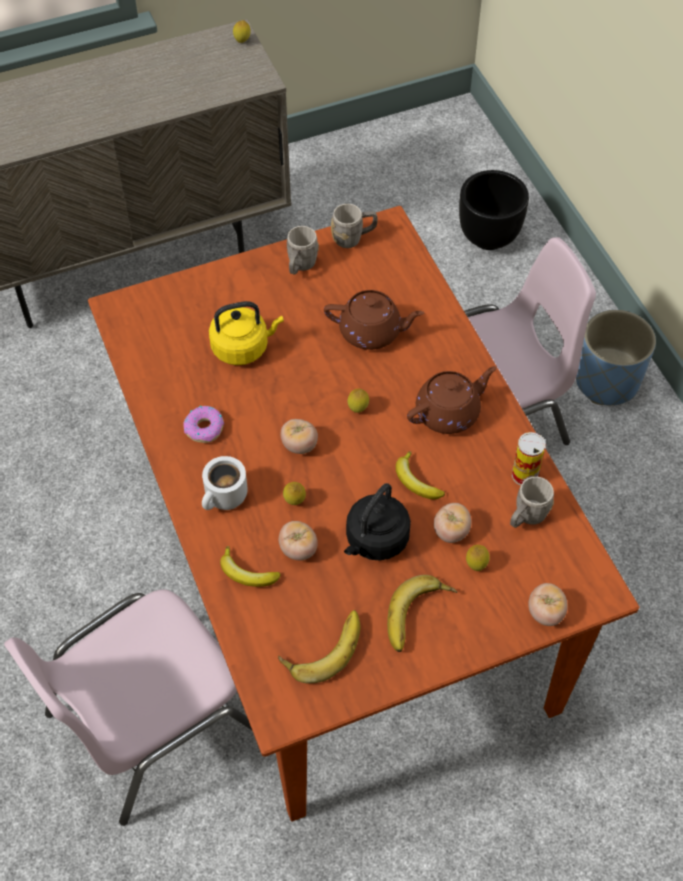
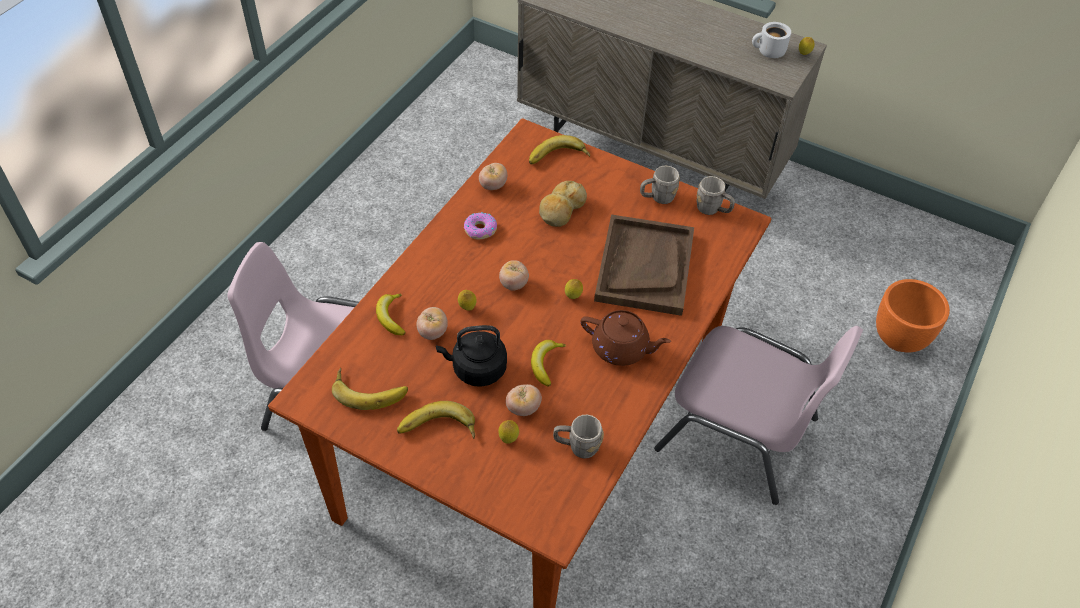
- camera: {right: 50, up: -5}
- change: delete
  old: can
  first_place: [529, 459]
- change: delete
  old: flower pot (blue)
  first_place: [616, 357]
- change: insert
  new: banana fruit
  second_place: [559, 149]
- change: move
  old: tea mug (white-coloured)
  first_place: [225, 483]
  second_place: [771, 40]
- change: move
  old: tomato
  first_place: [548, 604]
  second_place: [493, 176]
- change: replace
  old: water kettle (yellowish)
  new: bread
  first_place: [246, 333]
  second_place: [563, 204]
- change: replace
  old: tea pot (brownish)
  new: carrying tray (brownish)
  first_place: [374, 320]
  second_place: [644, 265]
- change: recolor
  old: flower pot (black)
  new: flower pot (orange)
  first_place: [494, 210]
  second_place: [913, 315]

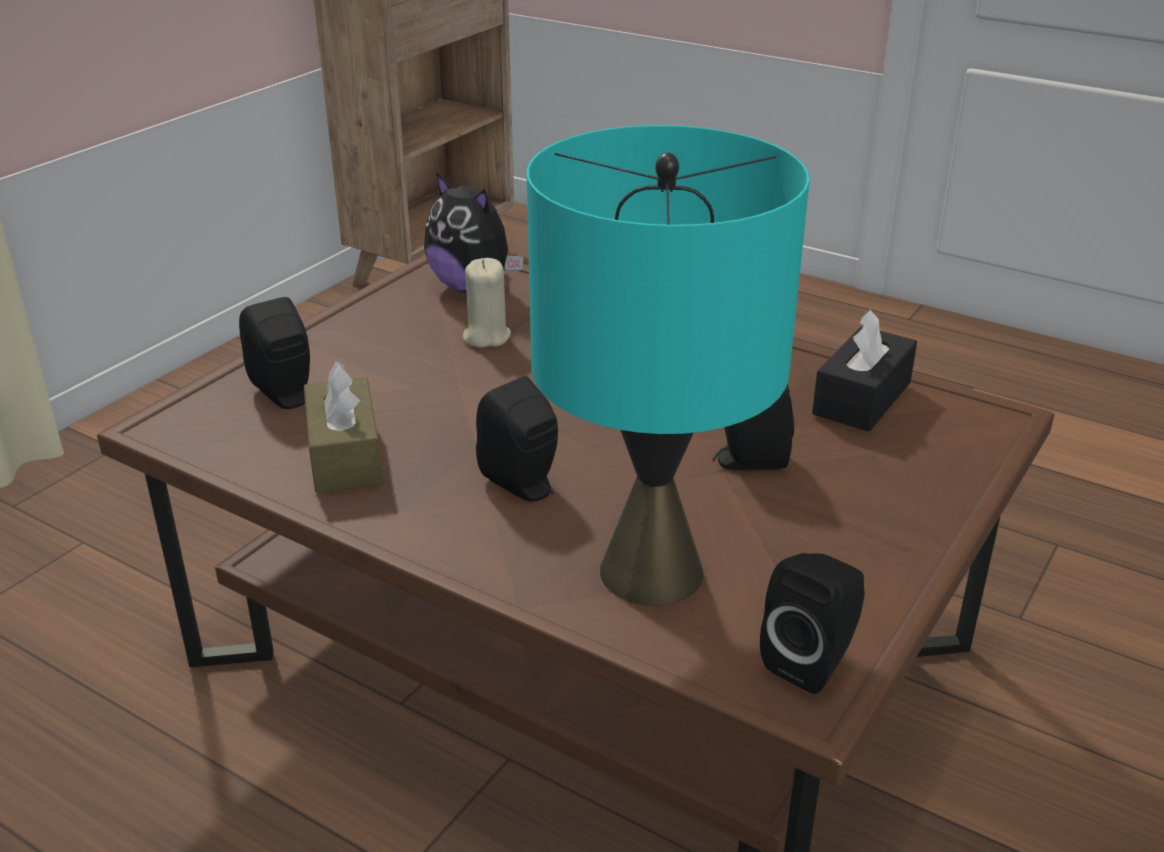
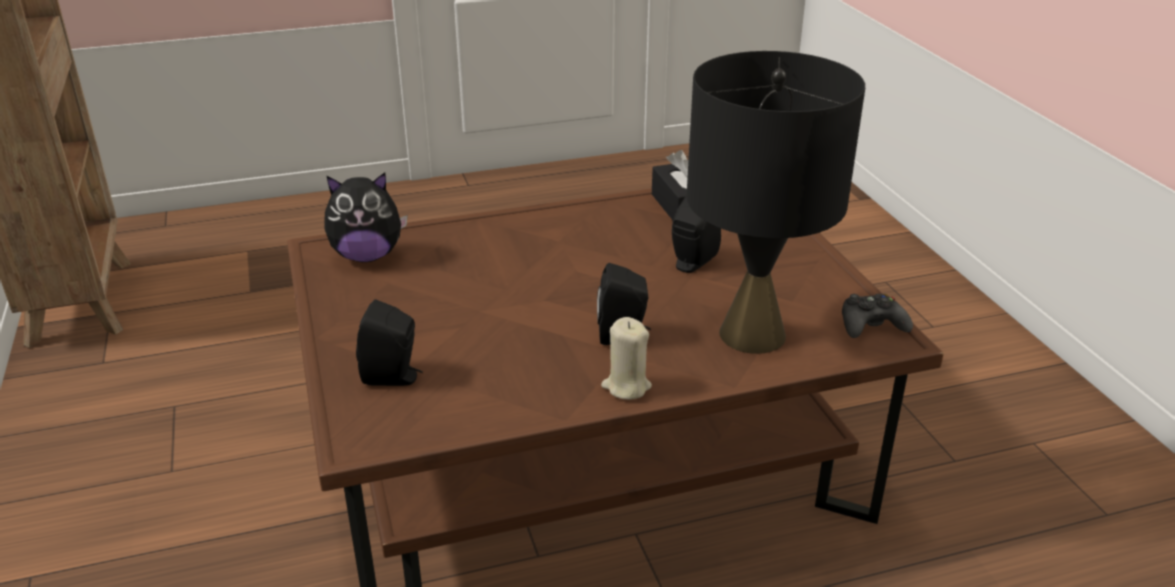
- camera: {right: -50, up: 0}
- change: delete
  old: tissue holder (brownish)
  first_place: [343, 427]
- change: move
  old: wax light (sand-coloured)
  first_place: [487, 302]
  second_place: [626, 358]
- change: replace
  old: speaker (black)
  new: joypad (black)
  first_place: [812, 623]
  second_place: [877, 316]
- change: recolor
  old: table lamp (turquoise-coloured)
  new: table lamp (black)
  first_place: [668, 365]
  second_place: [776, 202]

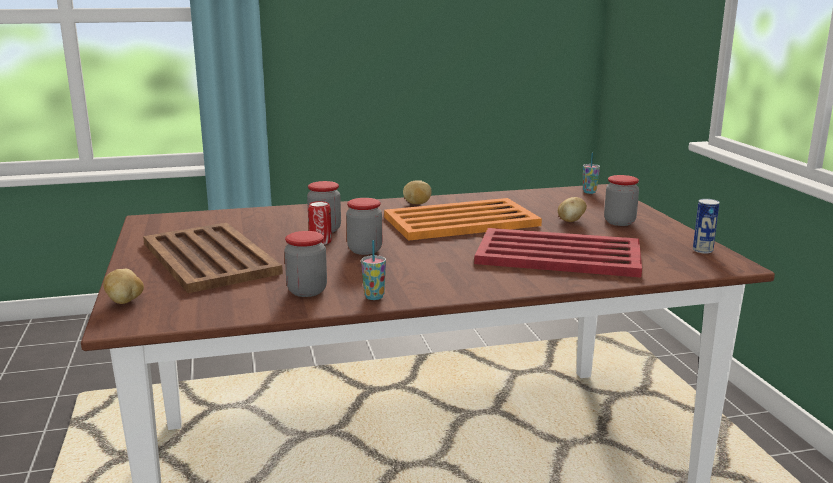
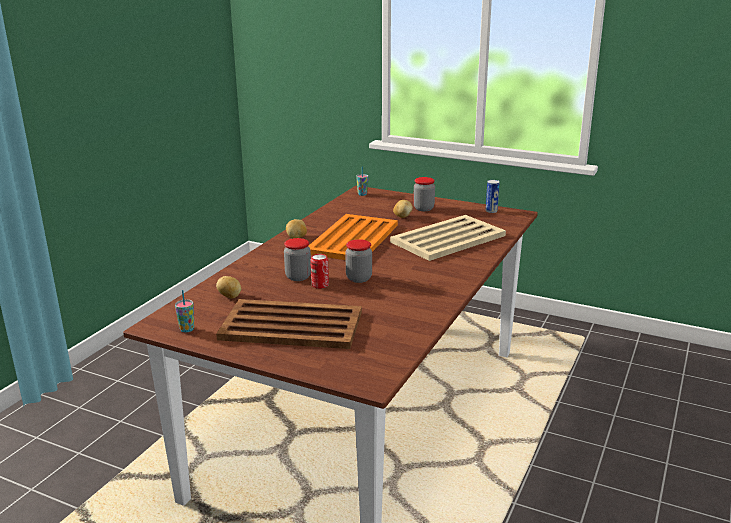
- camera: {right: -50, up: 5}
- change: delete
  old: jar
  first_place: [305, 264]
- change: move
  old: spud
  first_place: [123, 286]
  second_place: [228, 287]
- change: move
  old: cup
  first_place: [373, 270]
  second_place: [184, 311]
- change: recolor
  old: carrying tray (reddish)
  new: carrying tray (sand-coloured)
  first_place: [558, 253]
  second_place: [448, 238]

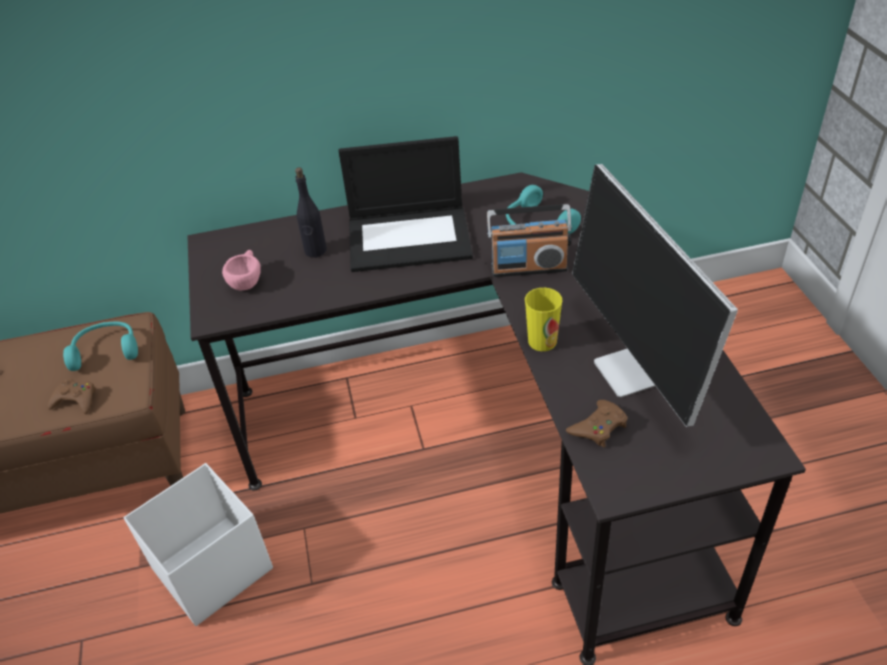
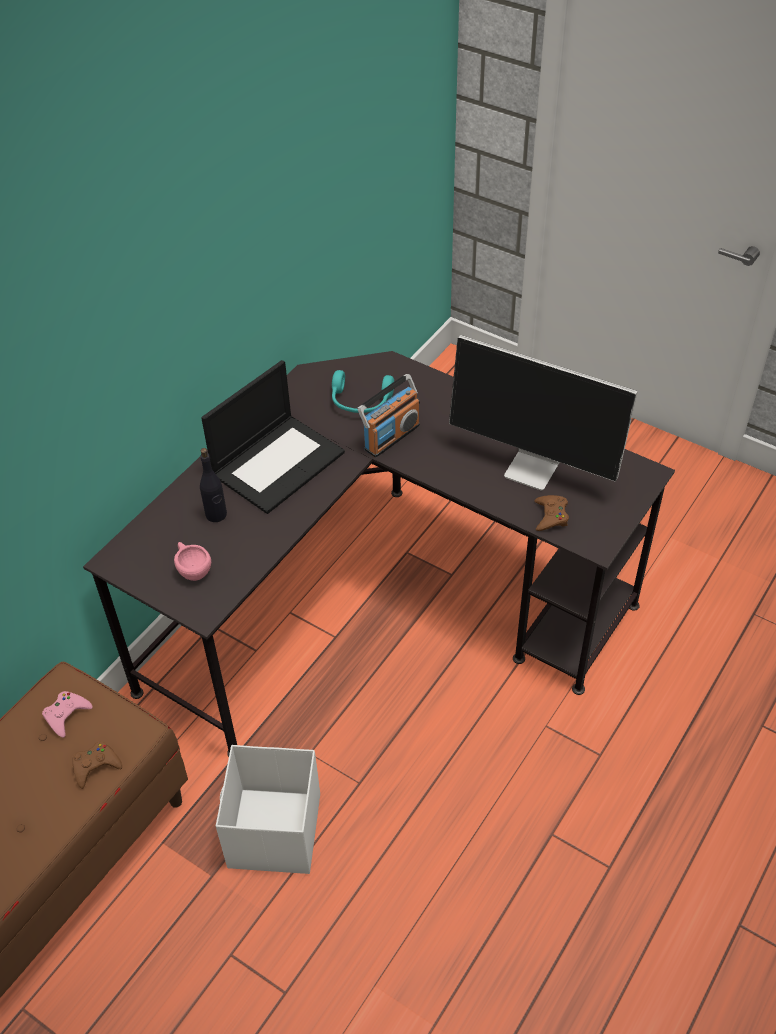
- camera: {right: -45, up: 5}
- change: delete
  old: cup
  first_place: [543, 319]
- change: replace
  old: headphones (turquoise-coloured)
  new: joypad (pink)
  first_place: [100, 346]
  second_place: [67, 714]

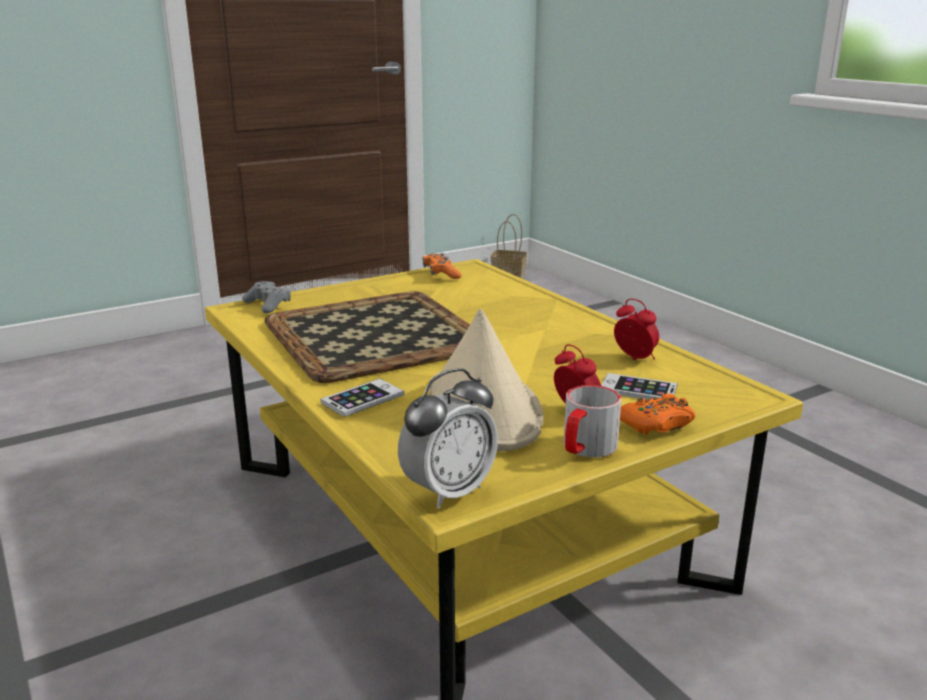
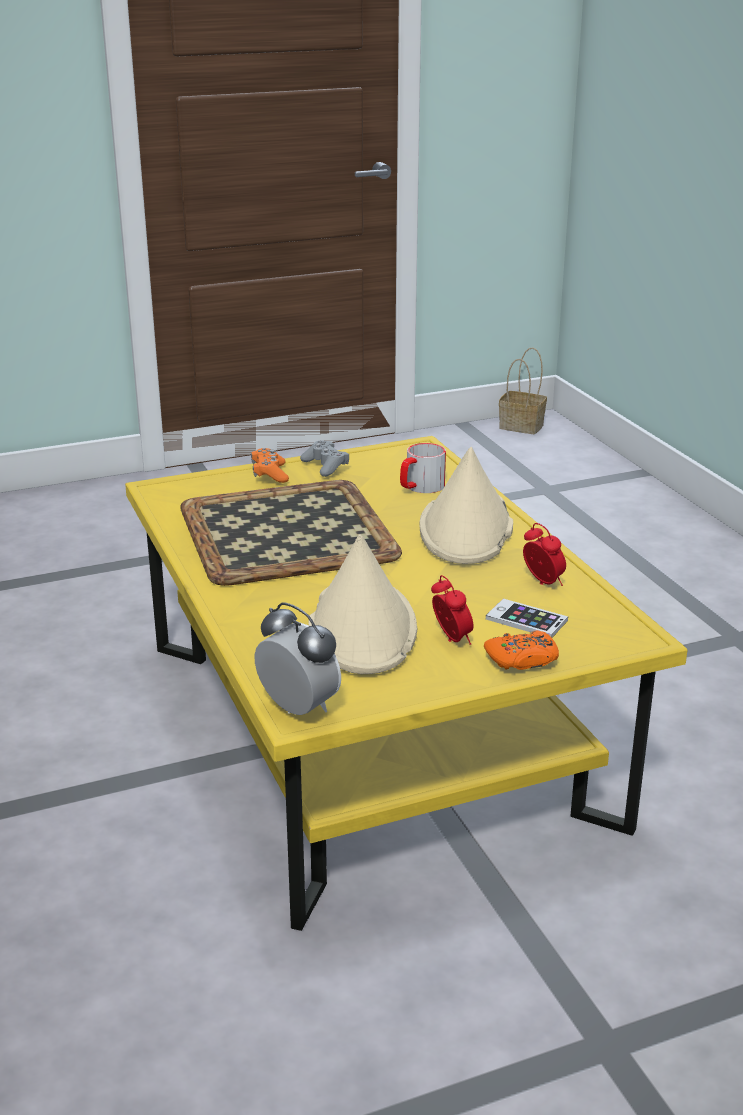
- camera: {right: 10, up: 5}
- change: delete
  old: telephone
  first_place: [362, 397]
- change: insert
  new: clothing hat (sand-coloured)
  second_place: [466, 505]
- change: move
  old: joypad (gray)
  first_place: [266, 297]
  second_place: [324, 459]
- change: move
  old: joypad (orange)
  first_place: [441, 266]
  second_place: [270, 465]
- change: move
  old: tea mug
  first_place: [592, 421]
  second_place: [423, 468]
- change: rotate
  old: bedside clock
  first_place: [448, 438]
  second_place: [298, 658]
  degrees: -105

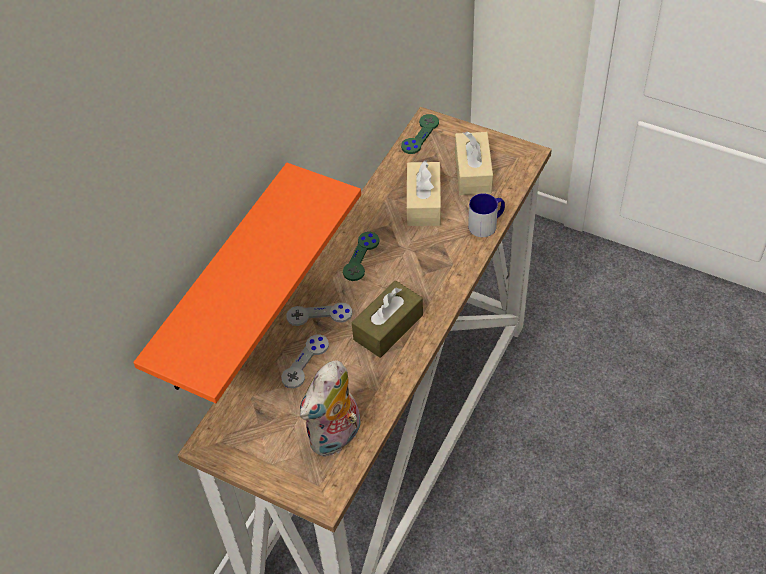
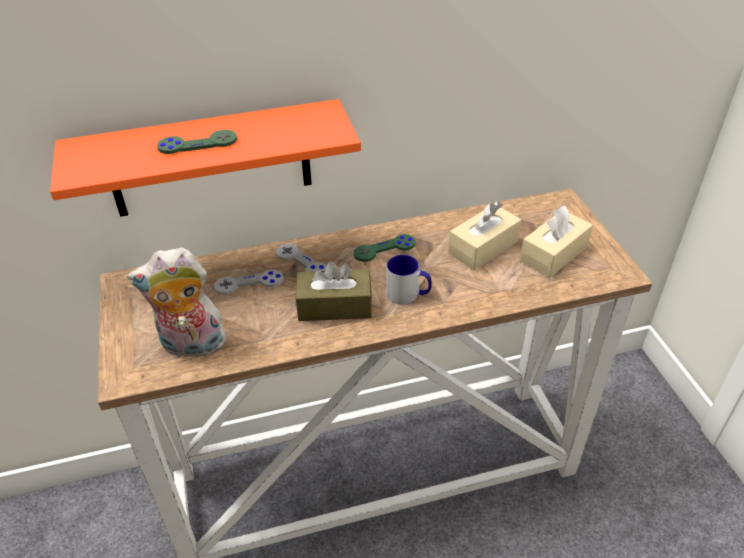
- camera: {right: 45, up: -10}
- change: move
  old: joypad (green)
  first_place: [420, 134]
  second_place: [197, 142]
- change: move
  old: tea mug
  first_place: [486, 215]
  second_place: [409, 280]

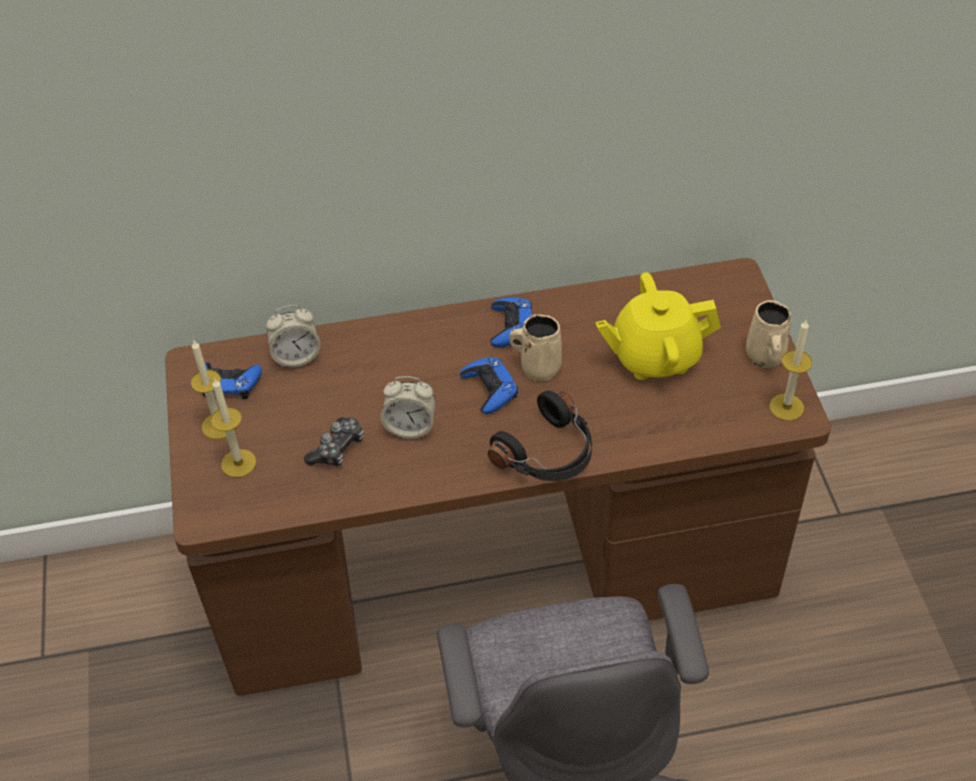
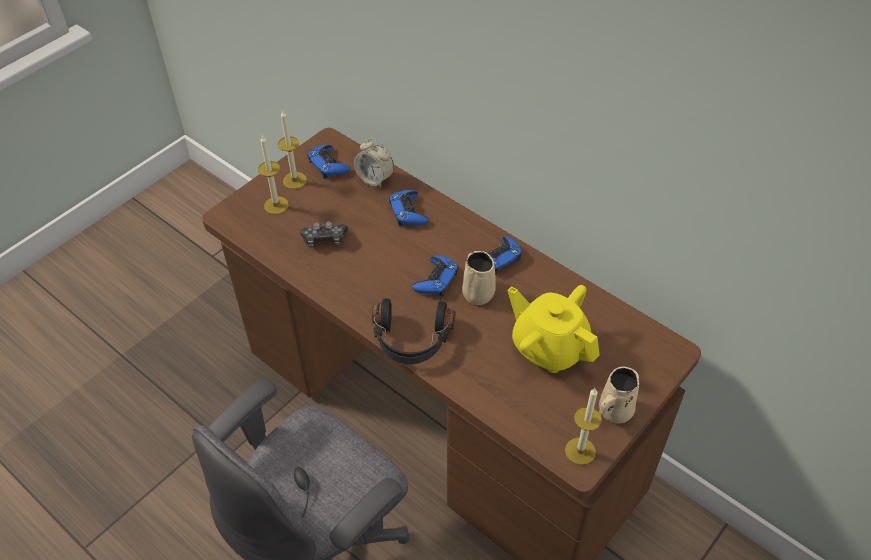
- camera: {right: 50, up: 0}
- change: delete
  old: bedside clock
  first_place: [408, 407]
- change: insert
  new: joypad (blue)
  second_place: [409, 208]

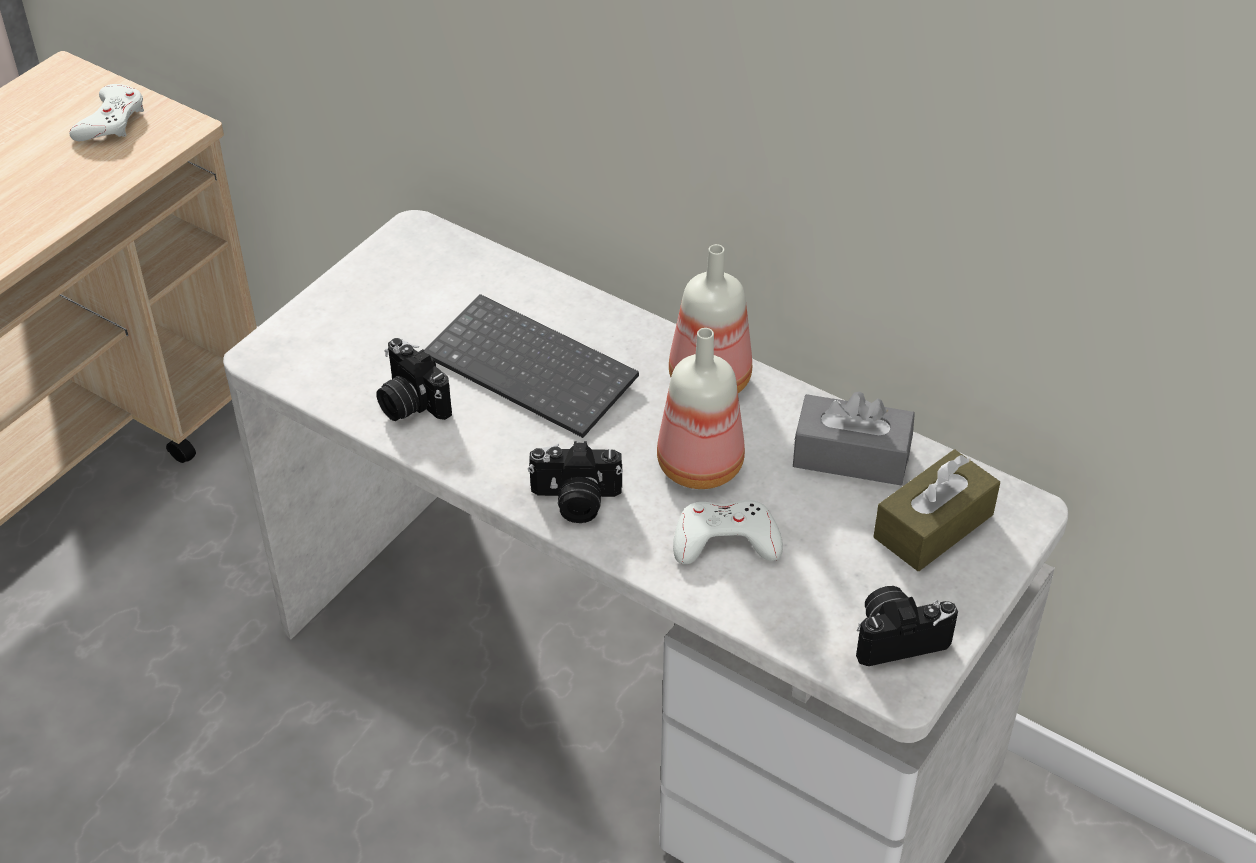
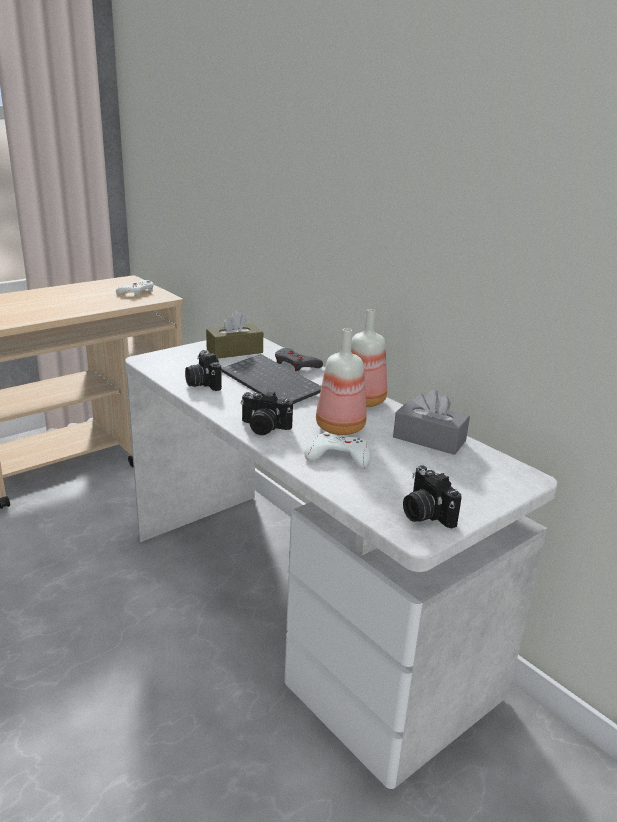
- camera: {right: 15, up: -20}
- change: insert
  new: joypad (gray)
  second_place: [299, 359]
- change: move
  old: tissue holder (brownish)
  first_place: [937, 510]
  second_place: [234, 334]
- change: rotate
  old: photo camera
  first_place: [907, 626]
  second_place: [432, 496]
  degrees: -120

